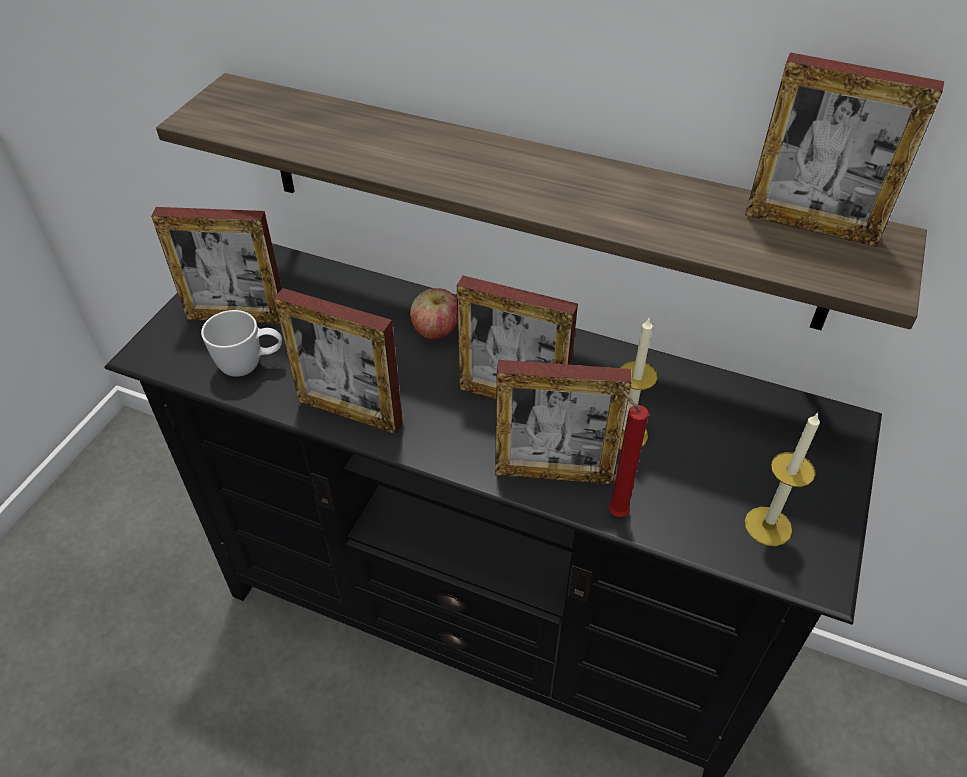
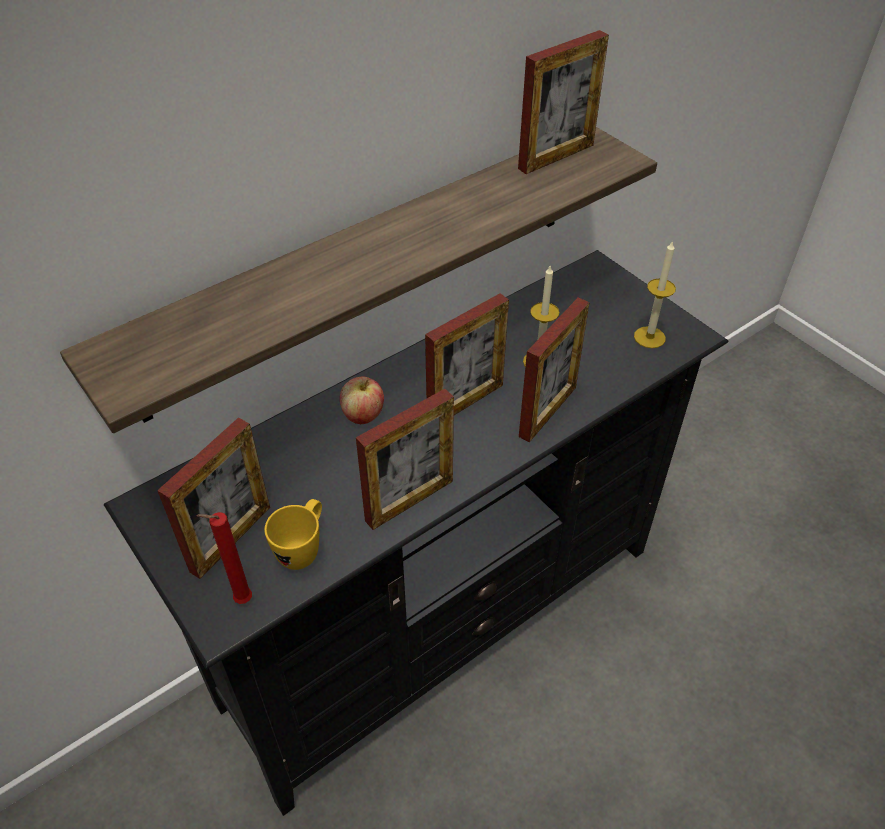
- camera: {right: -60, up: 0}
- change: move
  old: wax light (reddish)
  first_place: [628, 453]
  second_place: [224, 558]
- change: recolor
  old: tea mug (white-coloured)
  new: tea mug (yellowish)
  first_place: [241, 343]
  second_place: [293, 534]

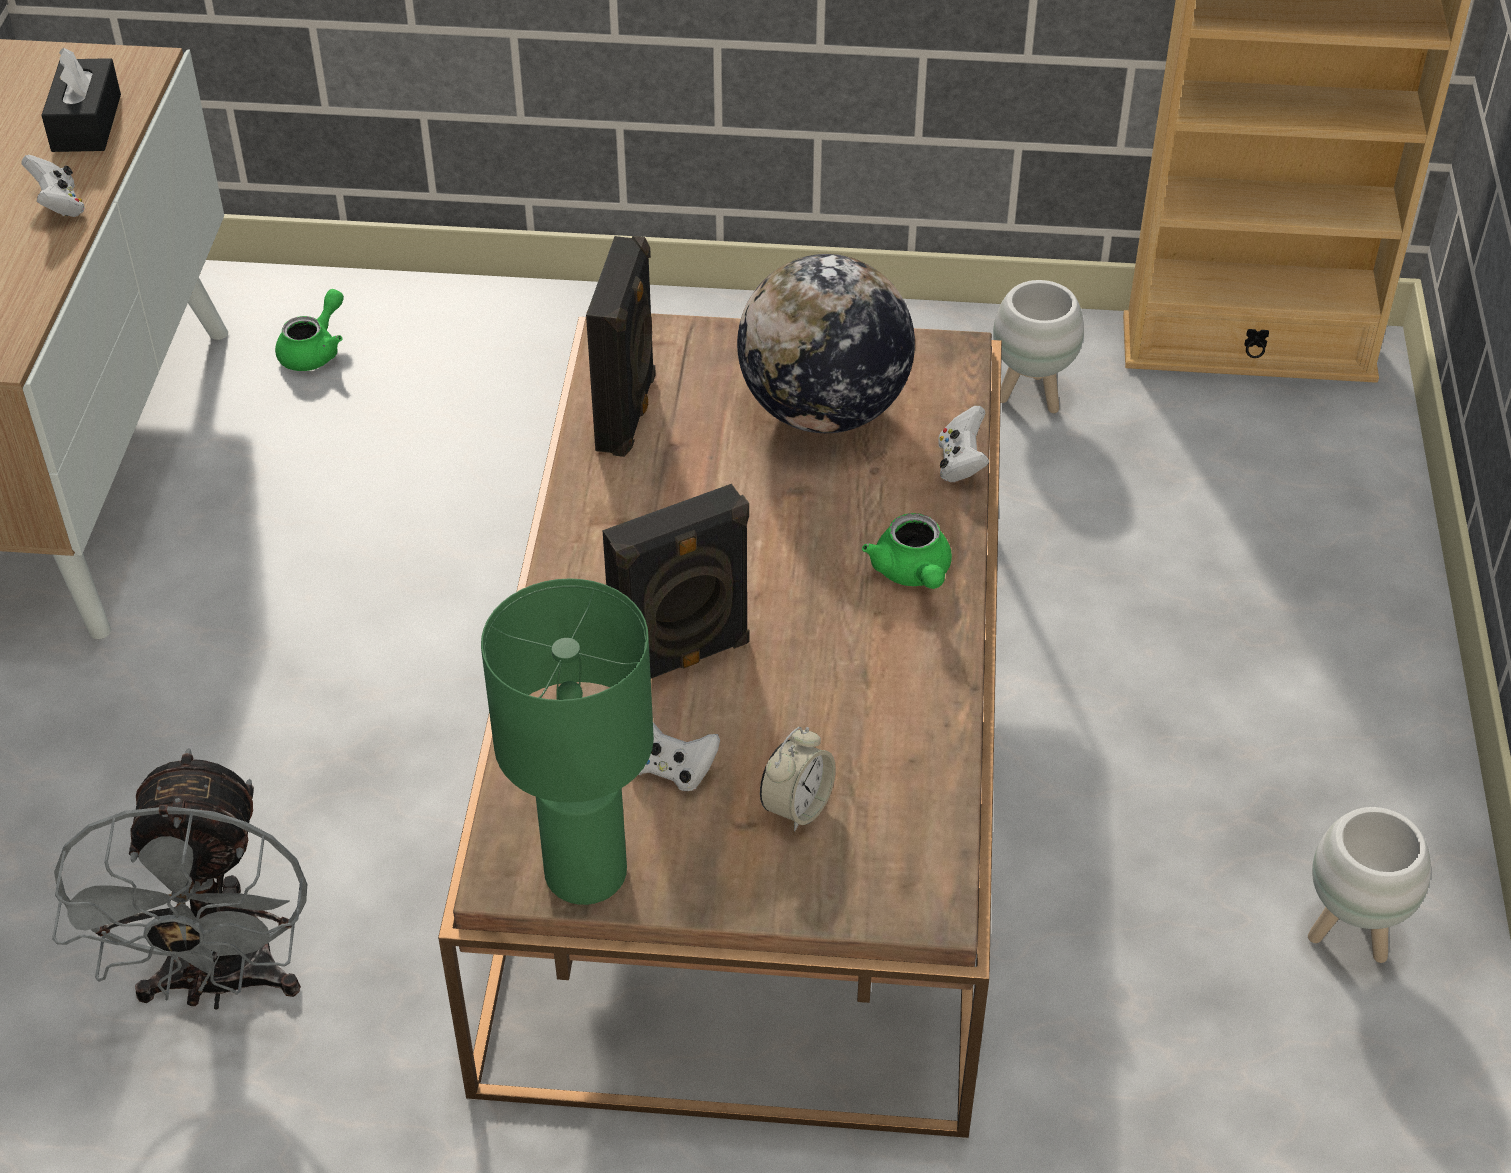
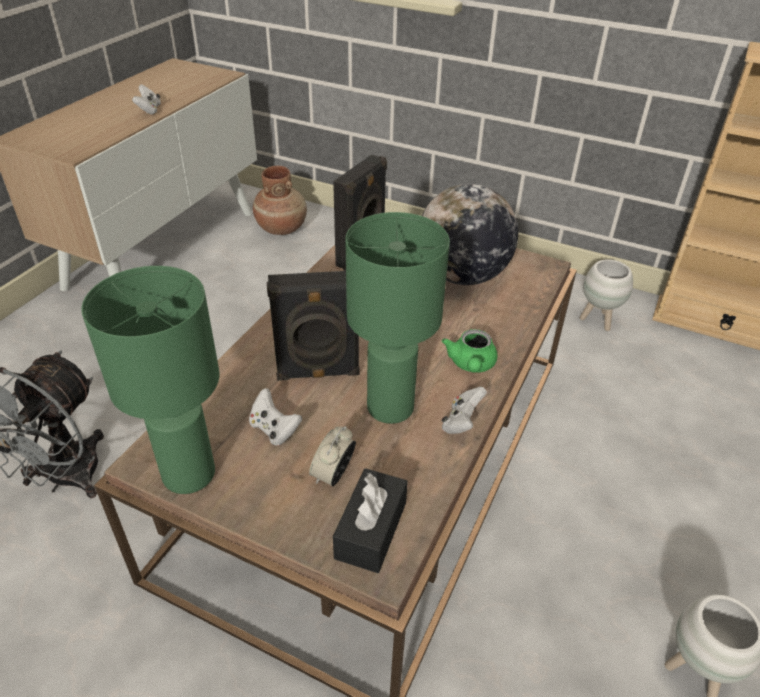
- camera: {right: 20, up: -5}
- change: insert
  new: table lamp (green)
  second_place: [398, 318]
- change: move
  old: tissue holder (black)
  first_place: [81, 100]
  second_place: [370, 520]
- change: move
  old: joypad (white-coloured)
  first_place: [963, 444]
  second_place: [464, 410]
- change: replace
  old: tea pot (green)
  new: vase (brownish)
  first_place: [309, 330]
  second_place: [280, 200]
- change: rotate
  old: bedside clock
  first_place: [798, 779]
  second_place: [332, 456]
  degrees: 150

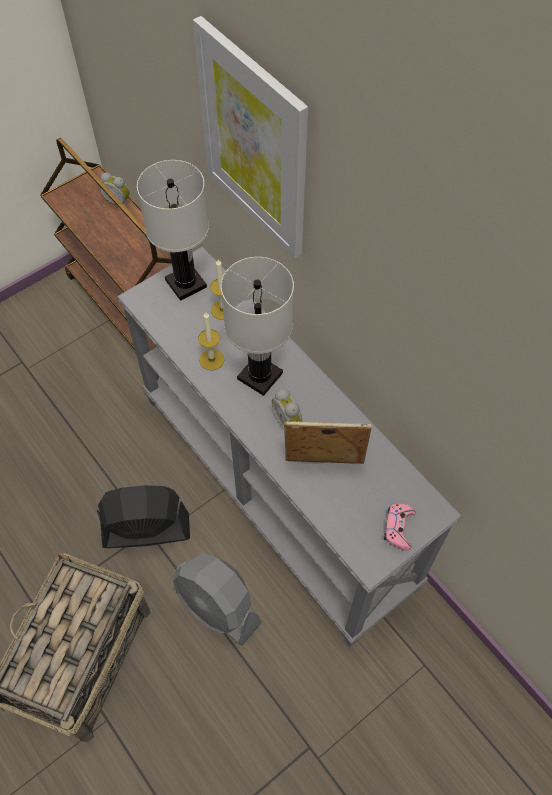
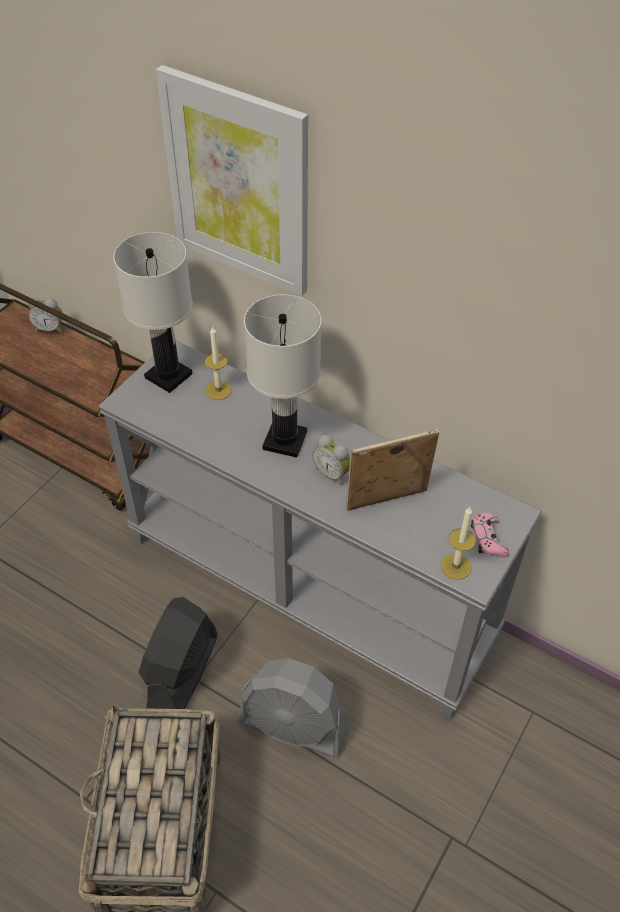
- camera: {right: -20, up: -10}
- change: move
  old: wax light
  first_place: [211, 341]
  second_place: [458, 543]
- change: rotate
  old: fan (black)
  first_place: [143, 516]
  second_place: [178, 653]
  degrees: -45

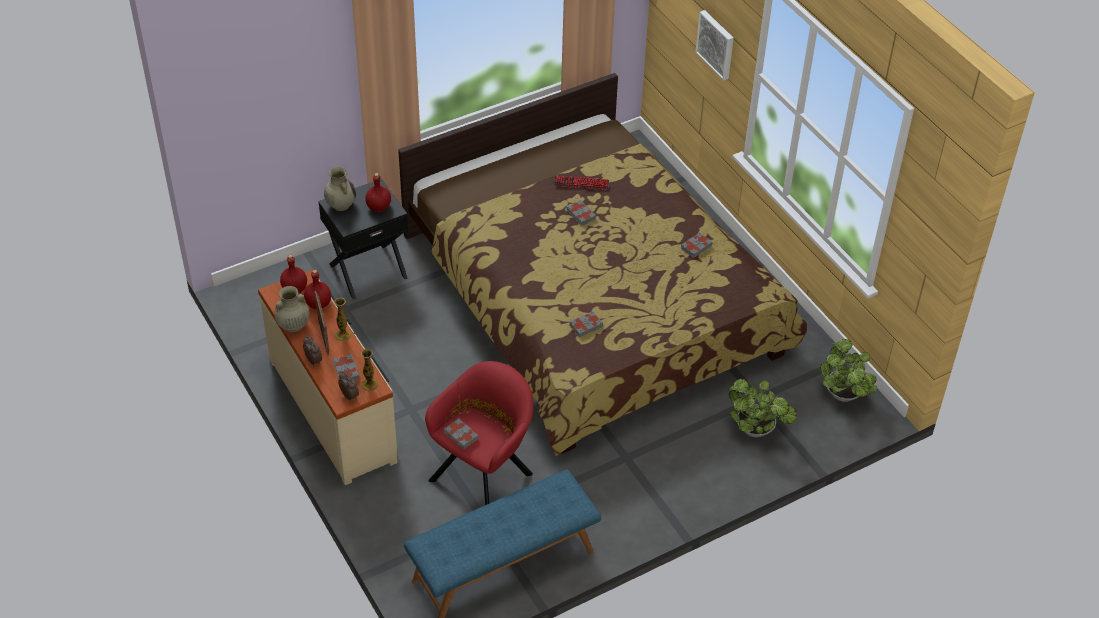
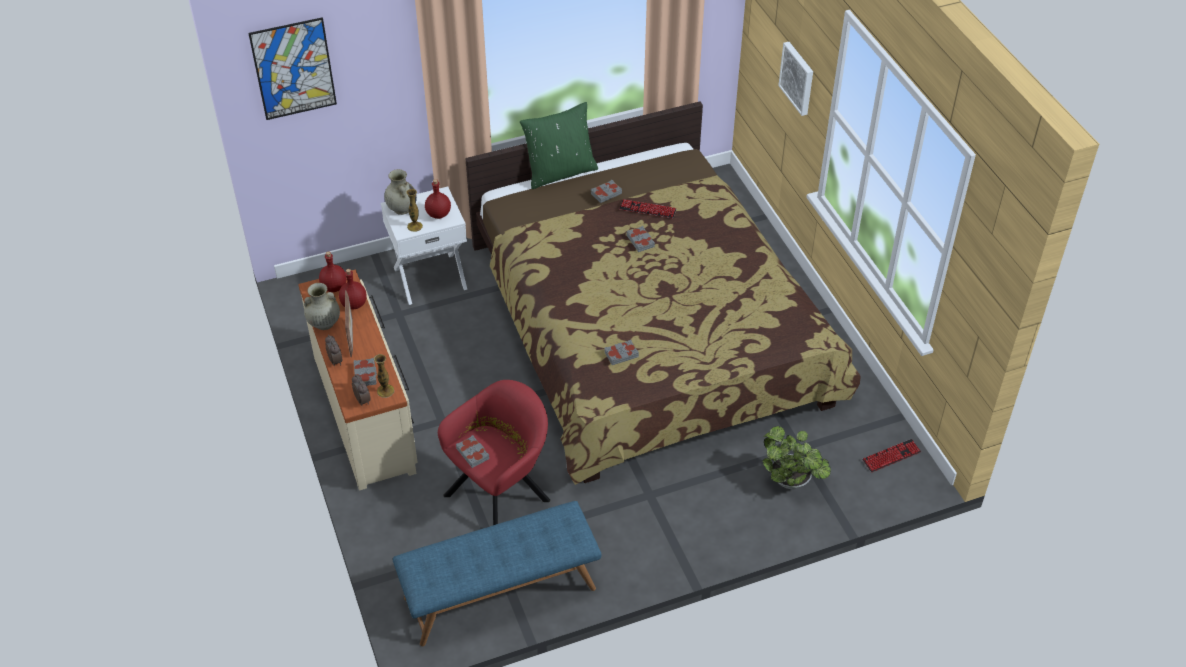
- camera: {right: 10, up: 0}
- change: insert
  new: wall art
  second_place: [292, 68]
- change: insert
  new: cushion (green)
  second_place: [559, 145]
- change: move
  old: vase
  first_place: [342, 319]
  second_place: [414, 210]
- change: move
  old: volume (gray)
  first_place: [696, 245]
  second_place: [606, 191]
- change: replace
  old: potted plant
  new: PC keyboard
  first_place: [849, 370]
  second_place: [891, 456]
- change: recolor
  old: nightstand (black)
  new: nightstand (white-coloured)
  first_place: [363, 239]
  second_place: [424, 245]

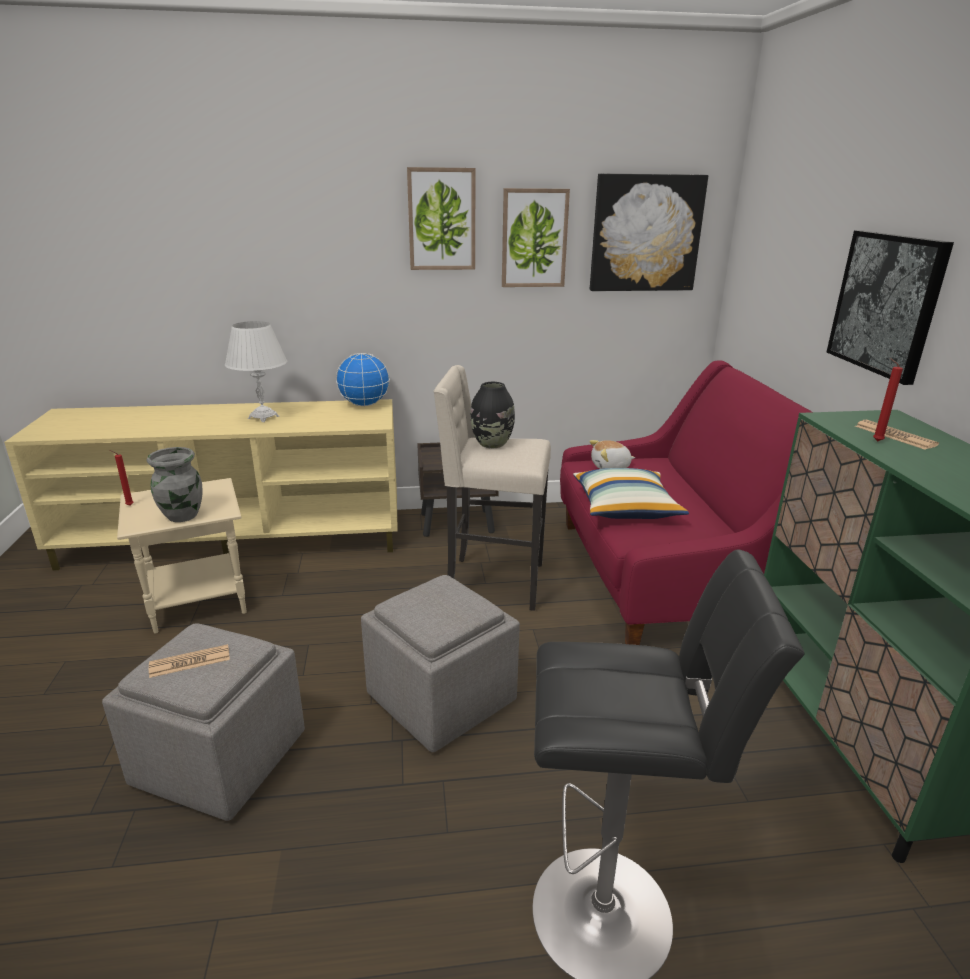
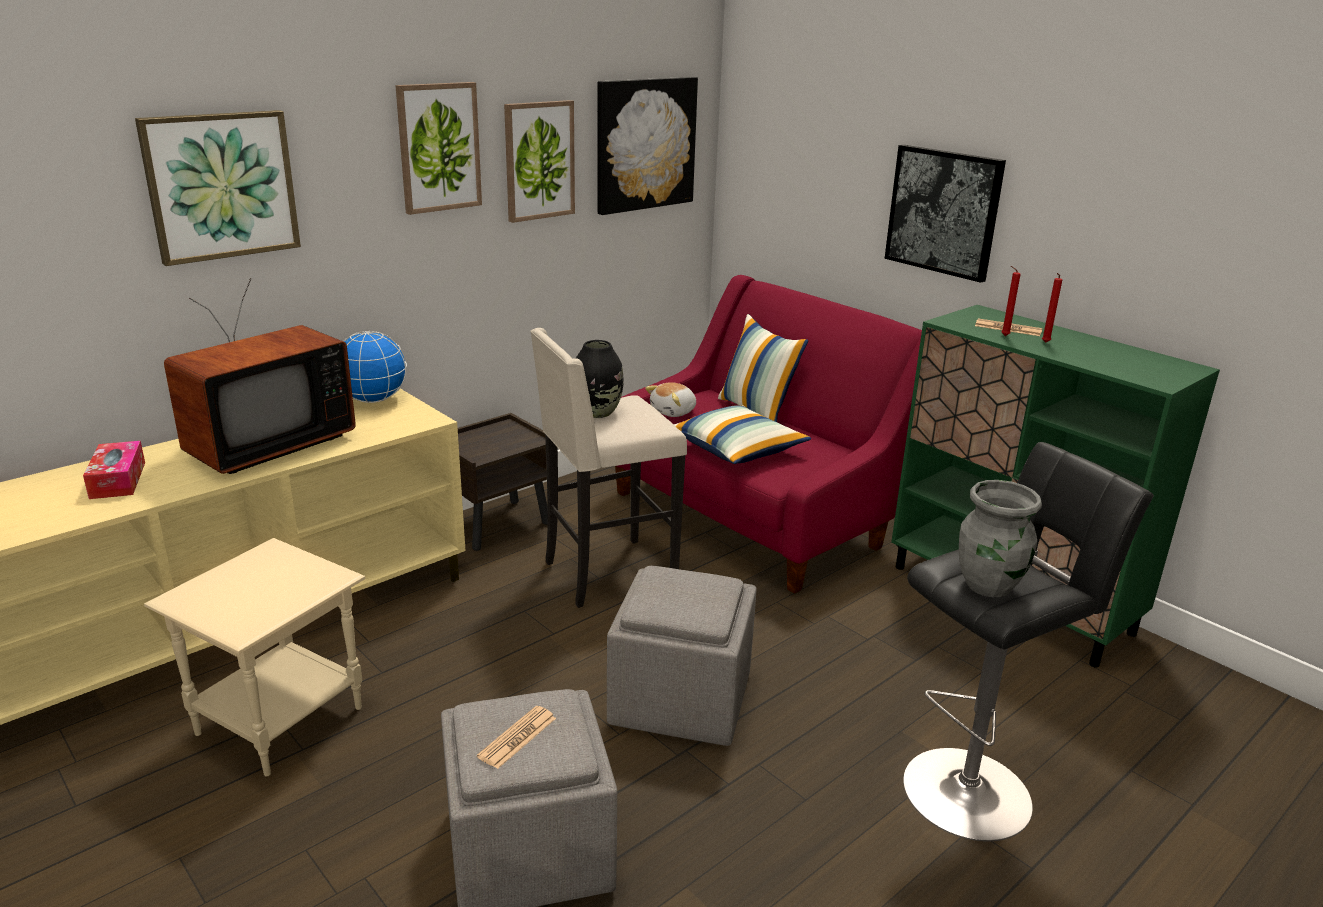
- camera: {right: -35, up: 0}
- change: insert
  new: tissue holder
  second_place: [114, 470]
- change: insert
  new: wall art
  second_place: [218, 188]
- change: insert
  new: cushion
  second_place: [763, 368]
- change: move
  old: wax light (reddish)
  first_place: [122, 478]
  second_place: [1052, 308]
- change: move
  old: vase (gray)
  first_place: [174, 484]
  second_place: [1000, 538]
- change: replace
  old: table lamp (white-coloured)
  new: television
  first_place: [256, 371]
  second_place: [260, 376]

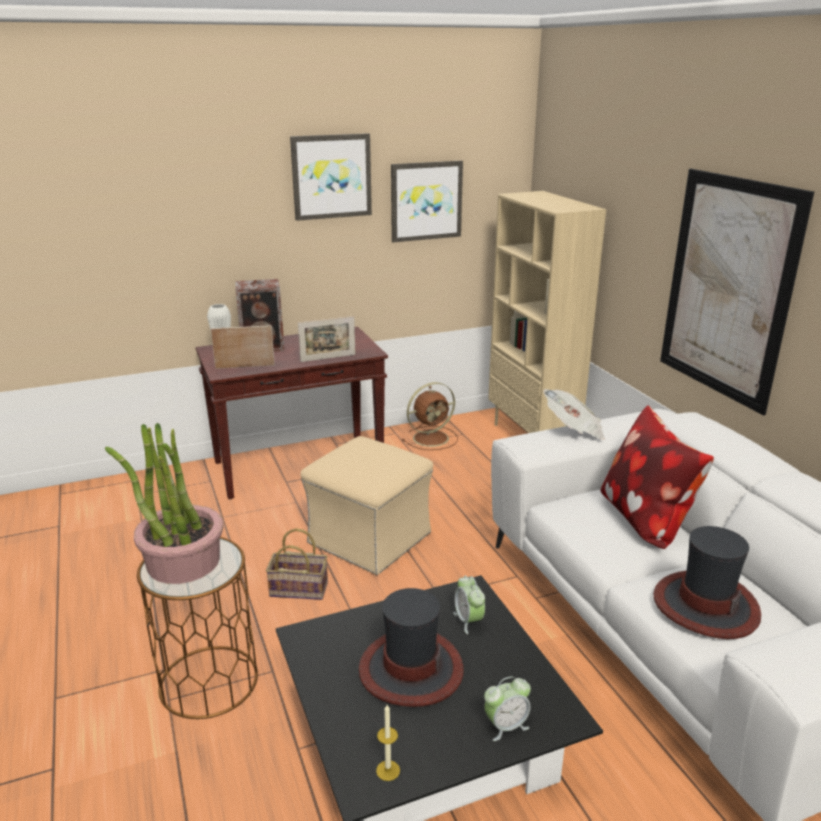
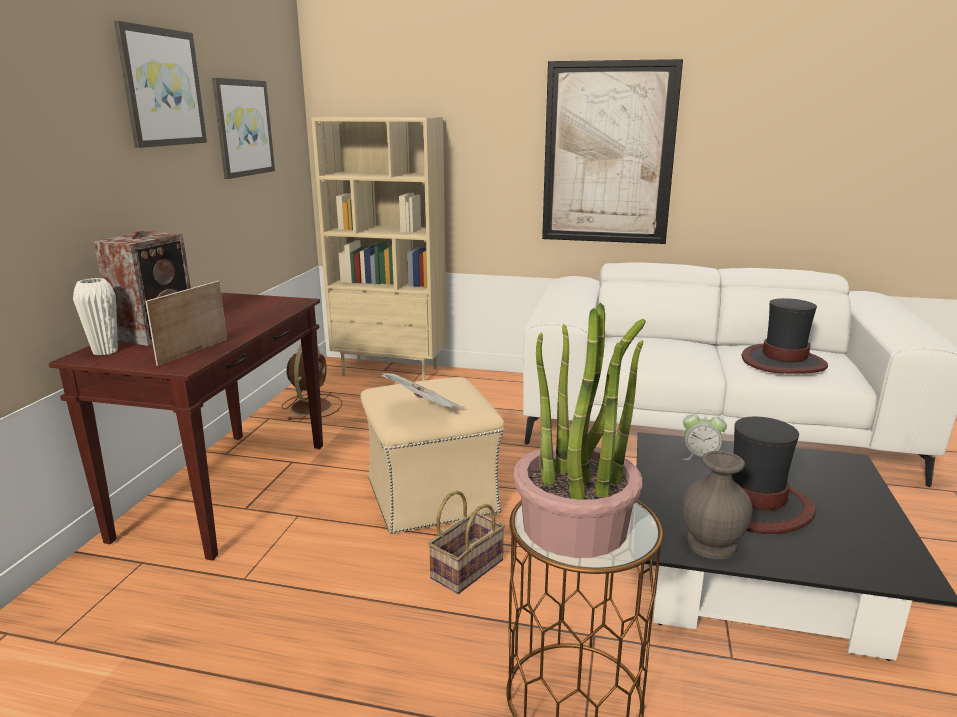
- camera: {right: -55, up: -5}
- change: delete
  old: picture frame
  first_place: [327, 339]
- change: delete
  old: wax light
  first_place: [388, 743]
- change: delete
  old: bedside clock
  first_place: [507, 708]
- change: delete
  old: cushion
  first_place: [657, 477]
- change: insert
  new: vase (gray)
  second_place: [717, 505]
- change: move
  old: printed paper
  first_place: [574, 414]
  second_place: [423, 390]

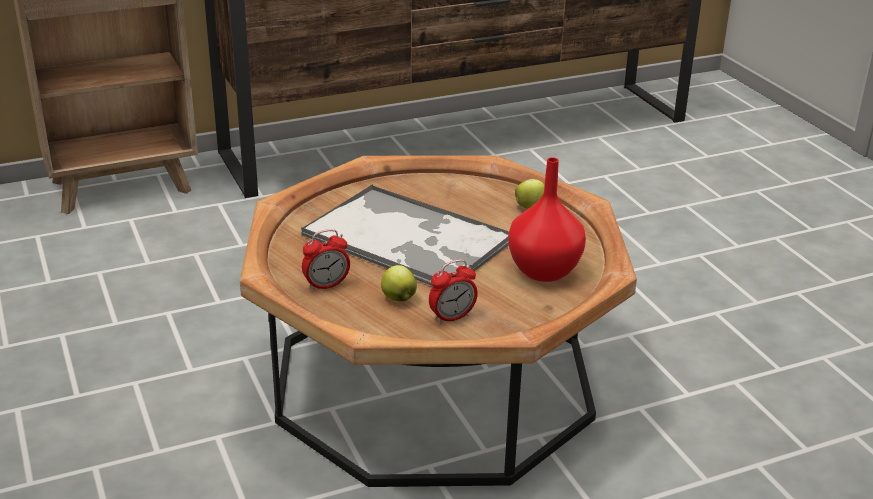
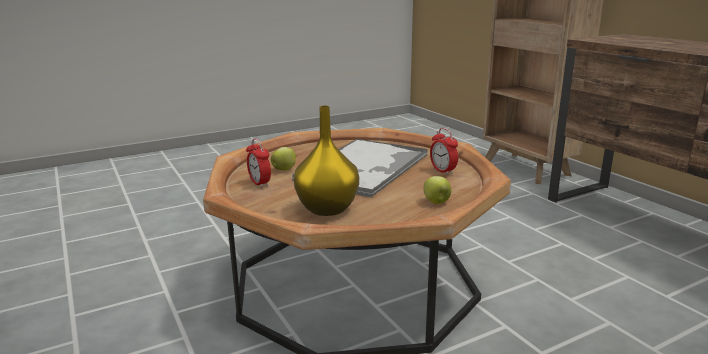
- camera: {right: 85, up: -10}
- change: move
  old: bedside clock
  first_place: [326, 260]
  second_place: [444, 151]
- change: recolor
  old: vase (reddish)
  new: vase (yellowish)
  first_place: [547, 219]
  second_place: [326, 161]

